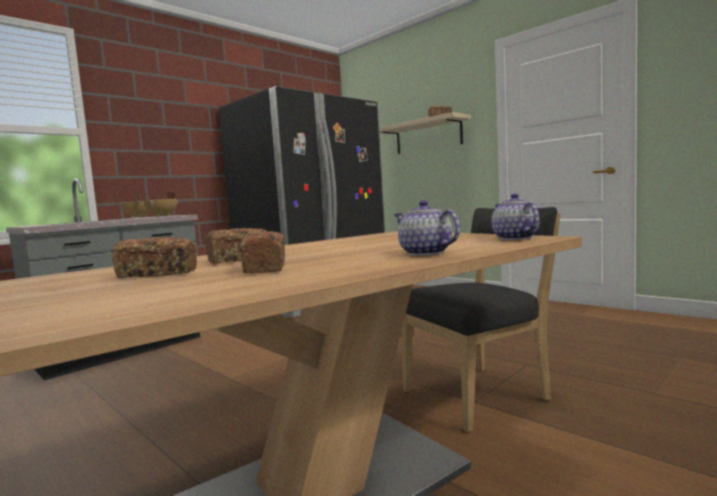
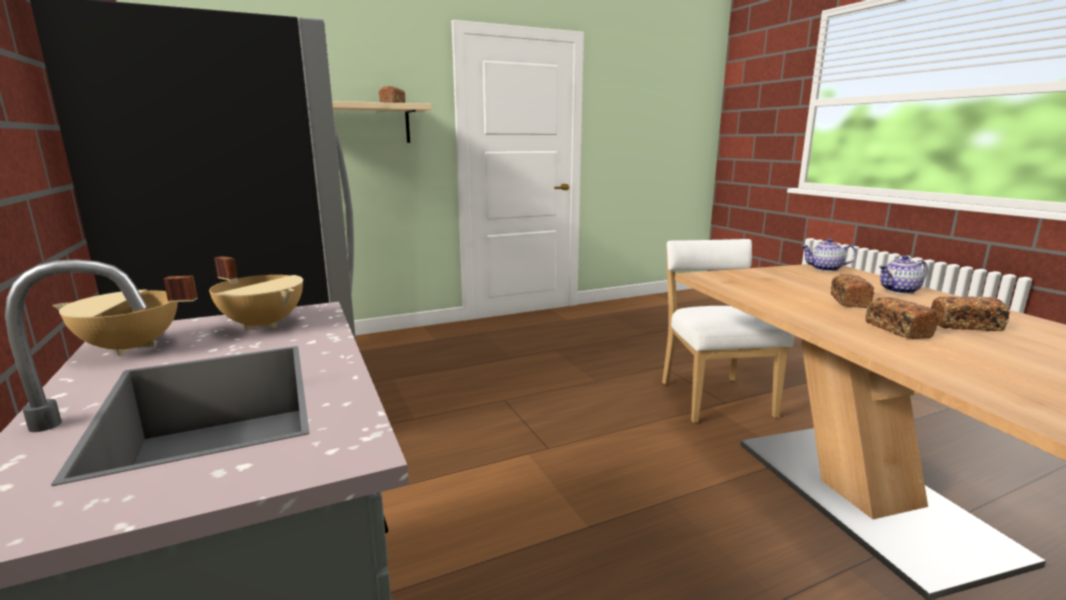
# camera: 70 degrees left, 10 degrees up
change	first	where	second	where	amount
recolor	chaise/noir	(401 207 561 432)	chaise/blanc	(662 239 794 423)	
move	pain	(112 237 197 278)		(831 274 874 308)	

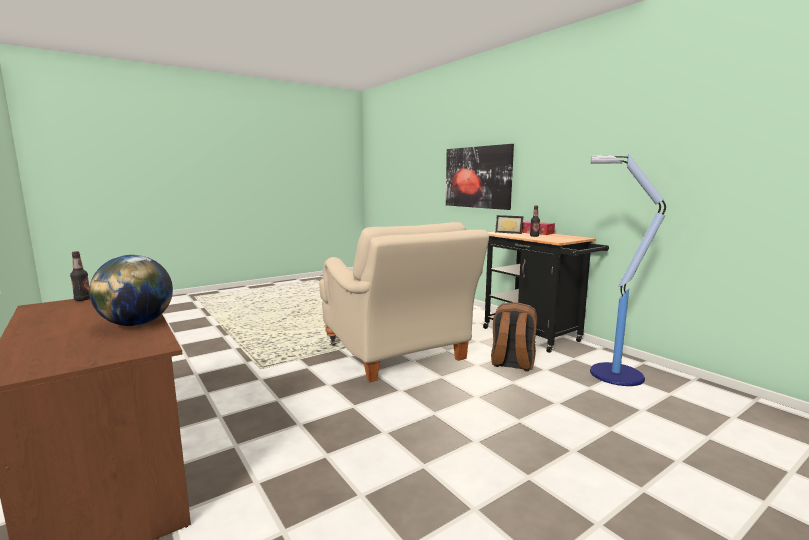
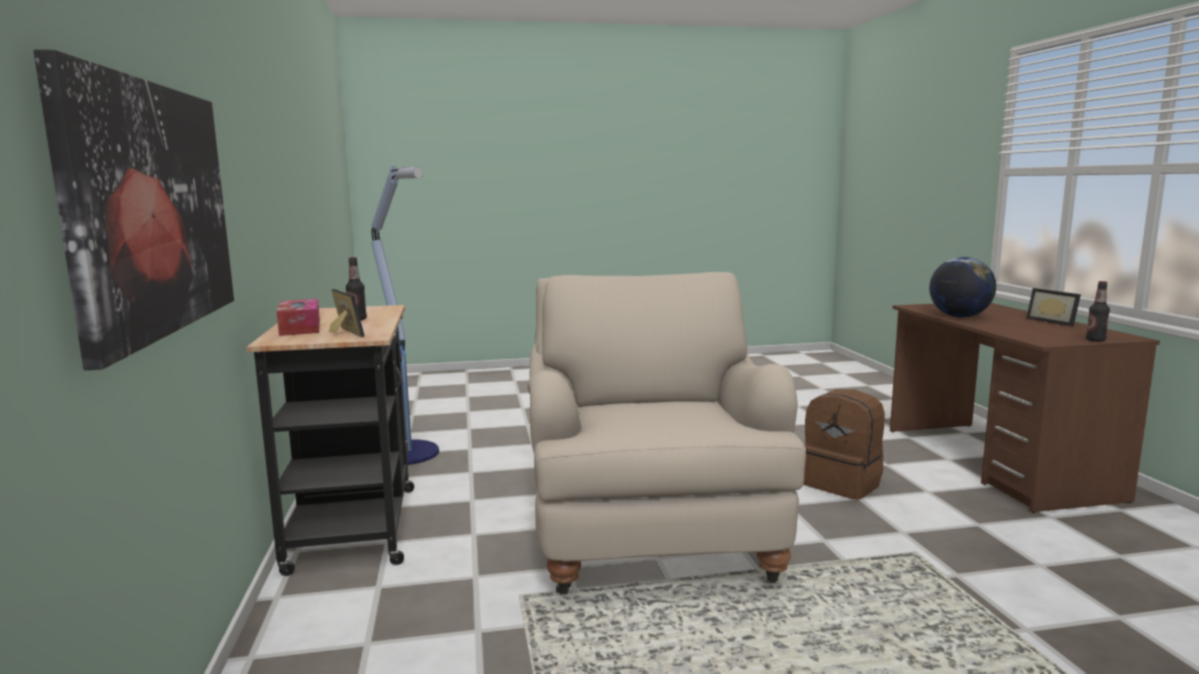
# camera: 155 degrees left, 0 degrees up
change	first	where	second	where	amount
move	sac à dos/marron	(491 302 537 372)		(803 389 885 500)	
insert			cadre photo	(1026 288 1081 327)	

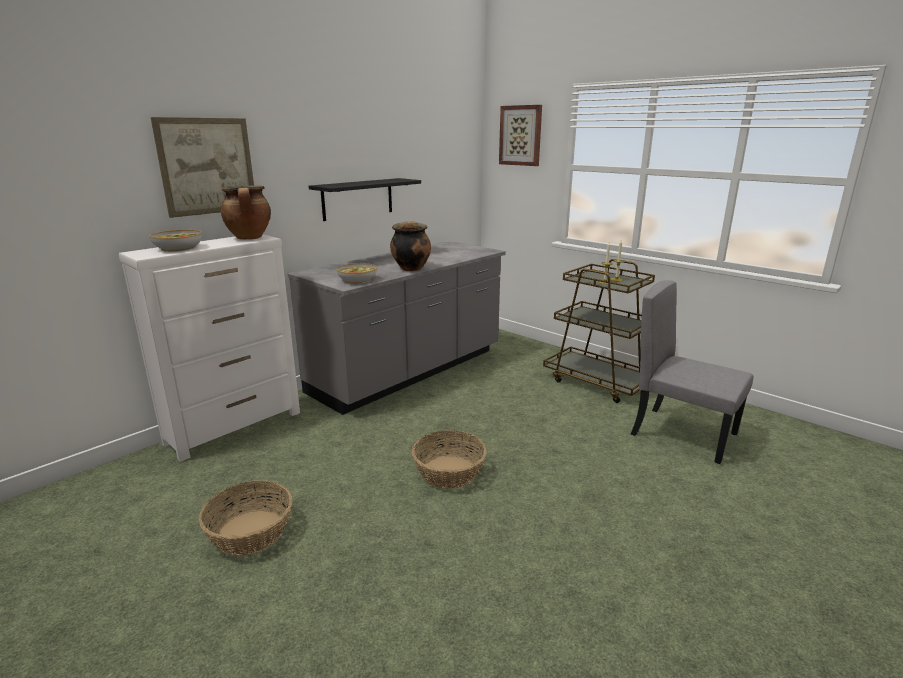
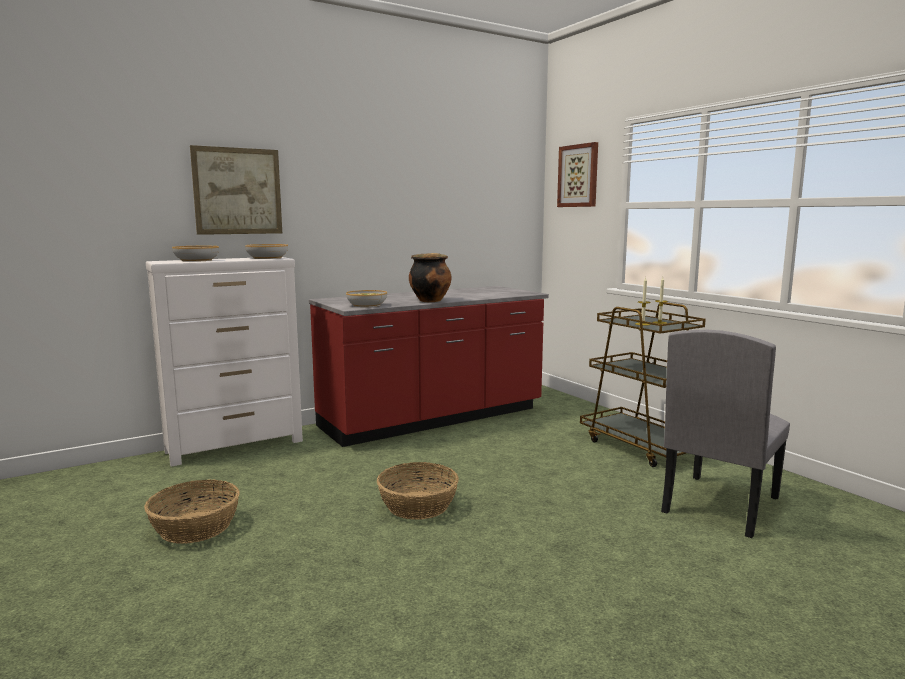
# camera: 15 degrees right, 10 degrees down
change	first	where	second	where	amount
replace	marmite	(221 186 271 240)	bol	(245 244 288 259)	
recolor	comptoir de cuisine/gris	(288 241 506 415)	comptoir de cuisine/rouge	(309 286 549 447)	
rotate	chaise/gris	(631 280 753 464)		(661 330 790 538)	105 degrees counterclockwise
delete	étagère/noir	(309 178 421 221)			

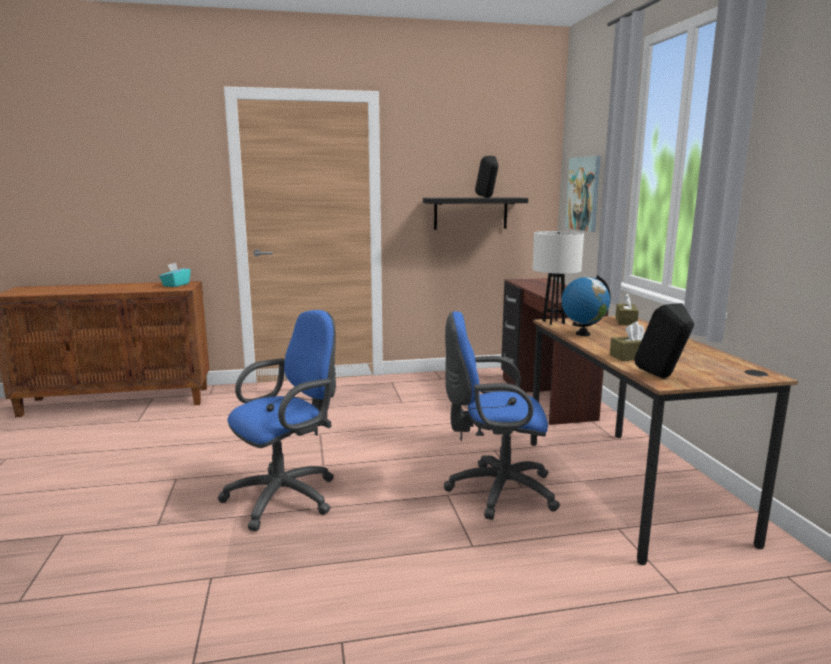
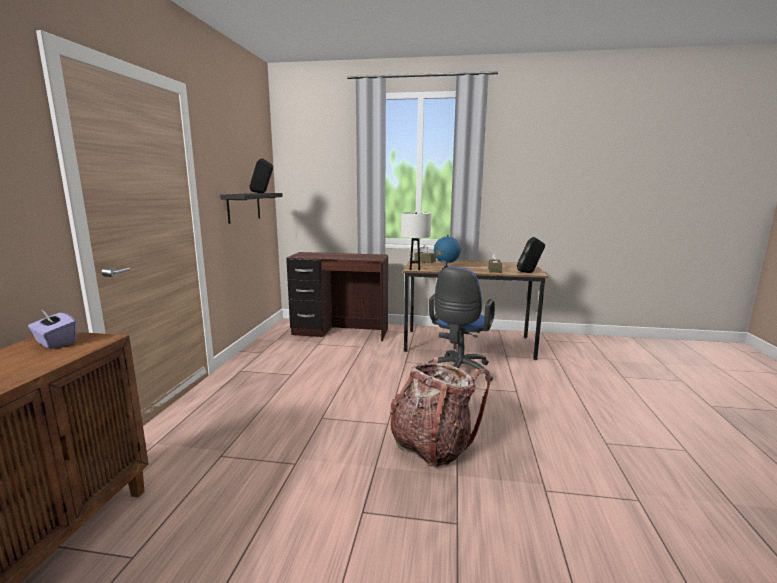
# camera: 70 degrees left, 0 degrees up
change	first	where	second	where	amount
recolor	boîte à mouchoirs/turquoise	(159 263 191 287)	boîte à mouchoirs/violet	(28 308 77 349)	
replace	chaise de bureau/bleu	(218 310 336 531)	sac à dos	(390 356 490 468)	
delete	tableau	(565 156 601 232)			

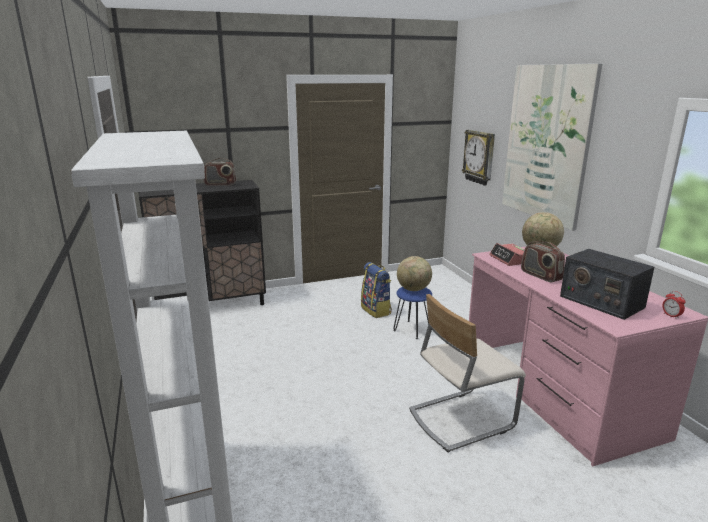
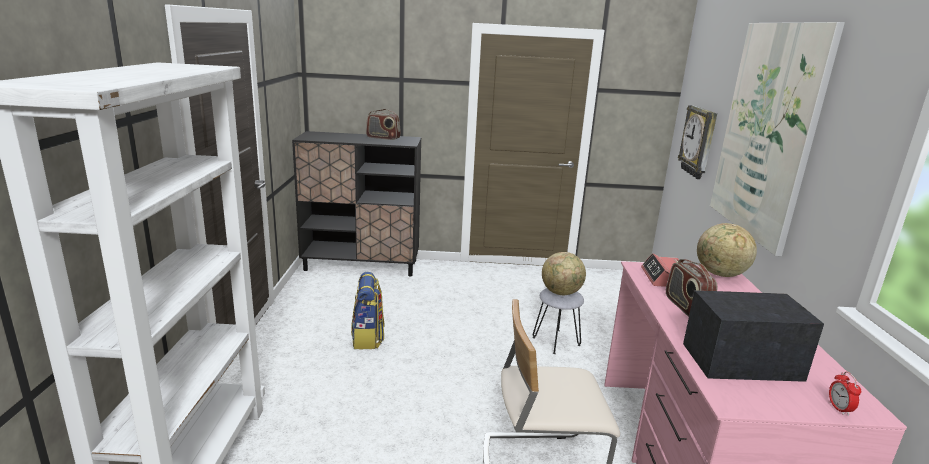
# camera: 20 degrees right, 0 degrees up
change	first	where	second	where	amount
move	sac à dos	(361 262 392 318)		(351 272 384 349)	
recolor	tabouret/bleu	(393 287 432 339)	tabouret/gris	(532 288 584 354)	
rotate	radio	(560 249 654 320)		(683 290 824 382)	105 degrees clockwise

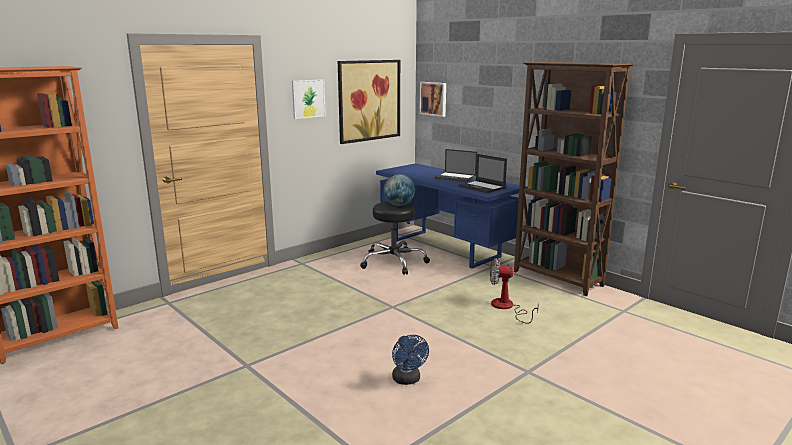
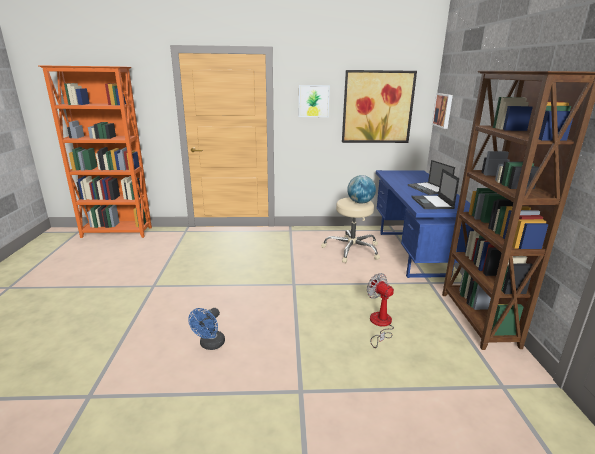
# camera: 40 degrees right, 5 degrees up
change	first	where	second	where	amount
recolor	tabouret/noir	(360 202 430 275)	tabouret/beige	(321 197 380 263)	

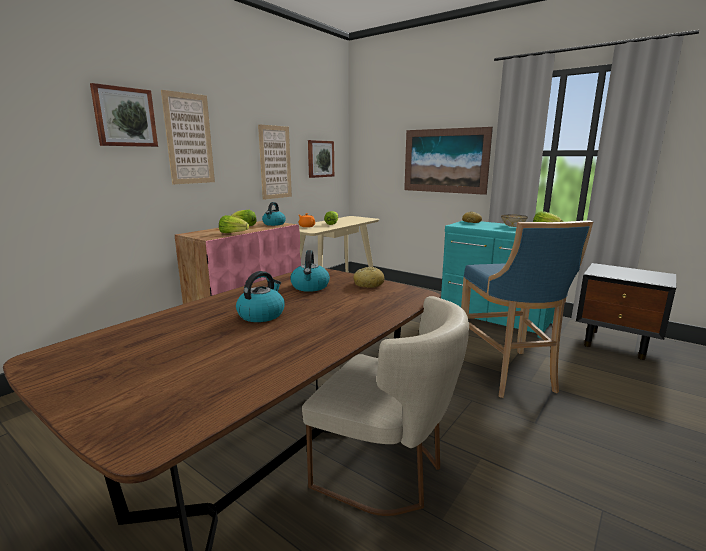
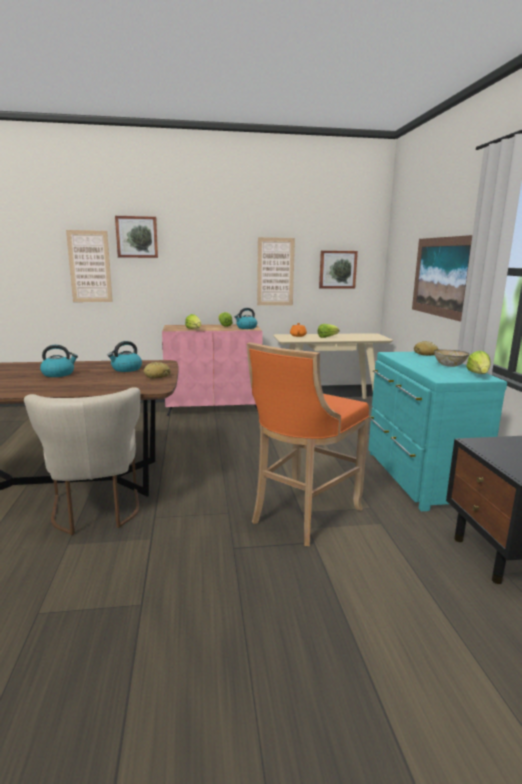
# camera: 45 degrees right, 0 degrees up
change	first	where	second	where	amount
move	tableau	(161 90 215 184)		(66 230 113 302)	
recolor	tabouret/bleu	(461 220 593 398)	tabouret/orange	(247 342 369 546)	

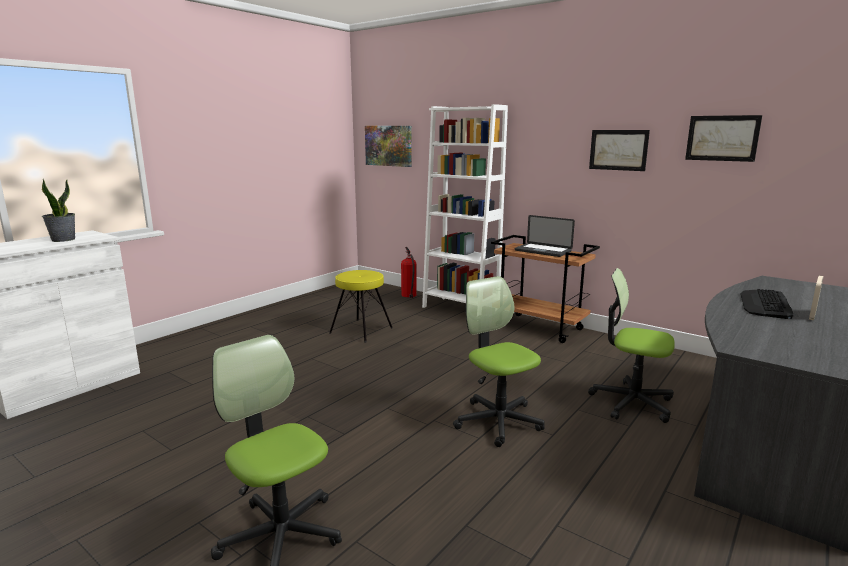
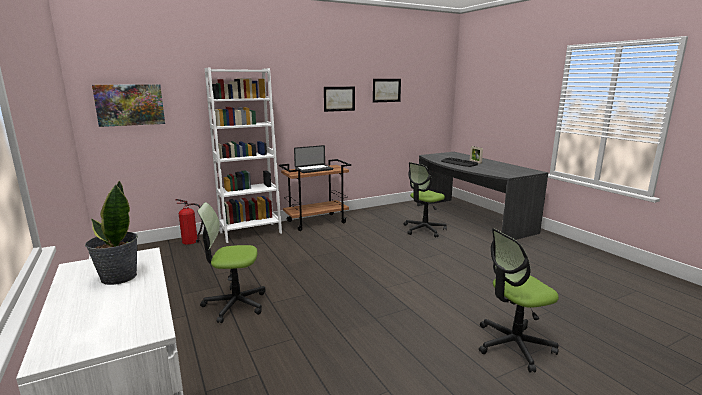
# camera: 65 degrees left, 0 degrees up
change	first	where	second	where	amount
move	chaise de bureau	(453 276 545 447)		(197 202 265 323)	
delete	tabouret/jaune	(329 270 393 343)			

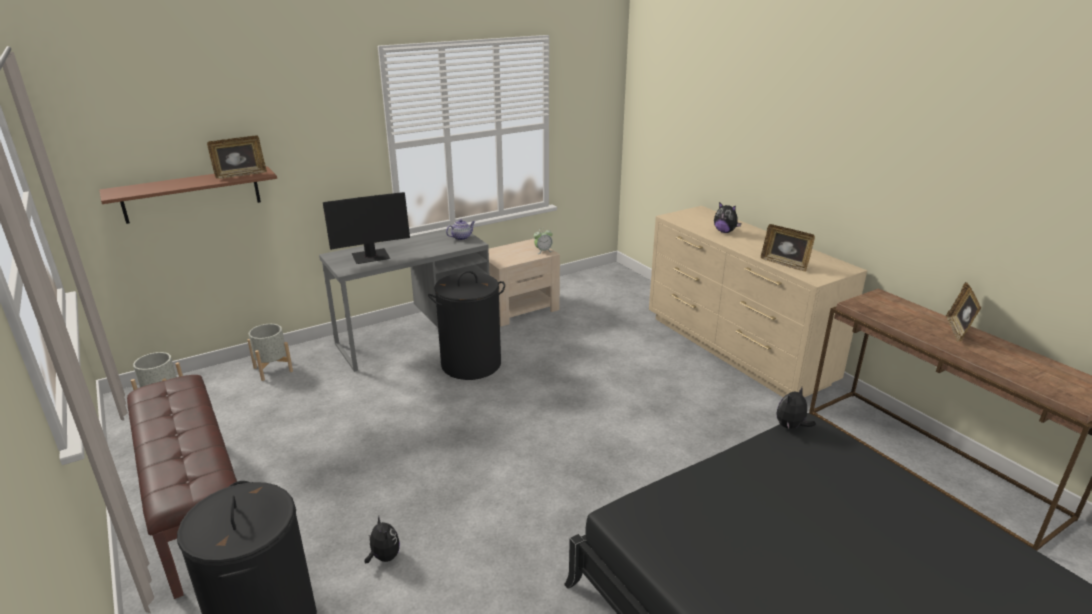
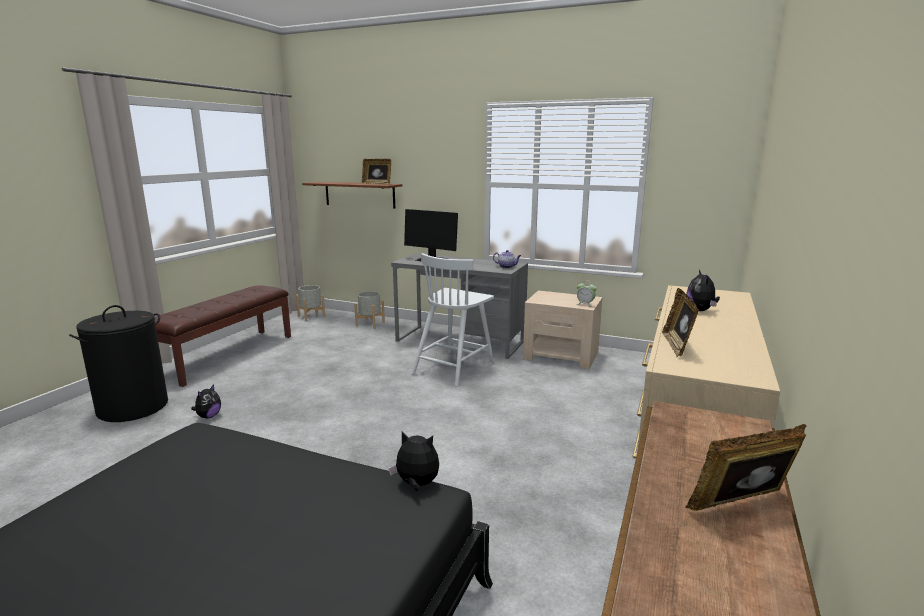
# camera: 55 degrees right, 10 degrees down
change	first	where	second	where	amount
replace	panier à linge/noir	(428 271 505 380)	chaise/blanc	(411 253 494 386)	

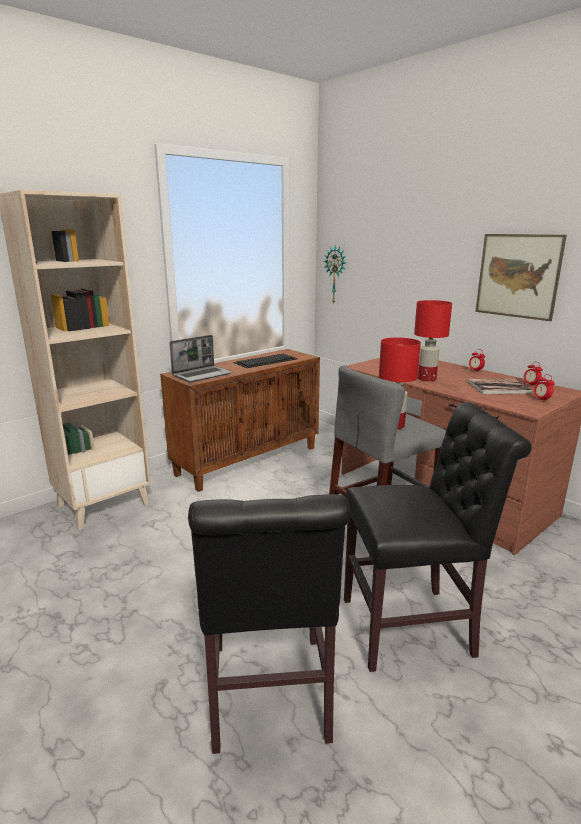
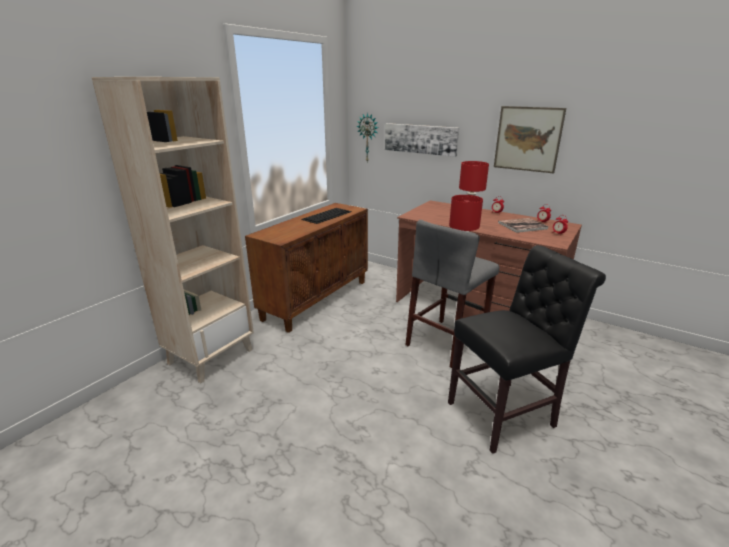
# camera: 15 degrees left, 5 degrees up
change	first	where	second	where	amount
insert			tableau	(385 123 459 157)	
delete	ordinateur portable	(169 335 232 382)			
delete	chaise/noir	(188 494 350 754)			

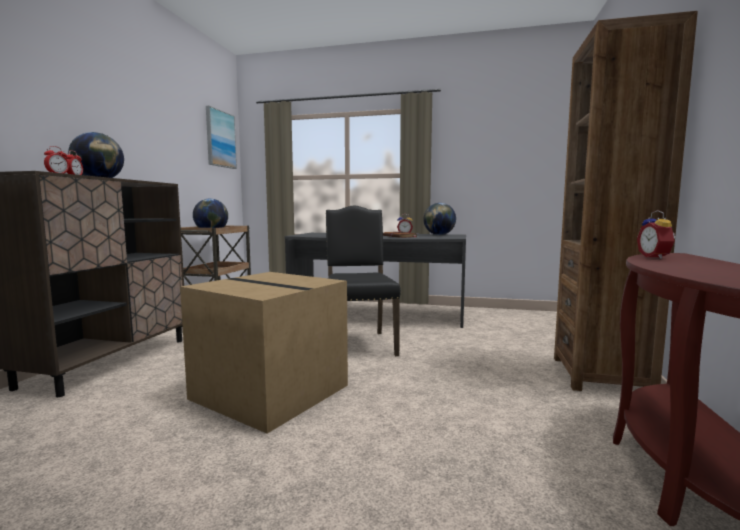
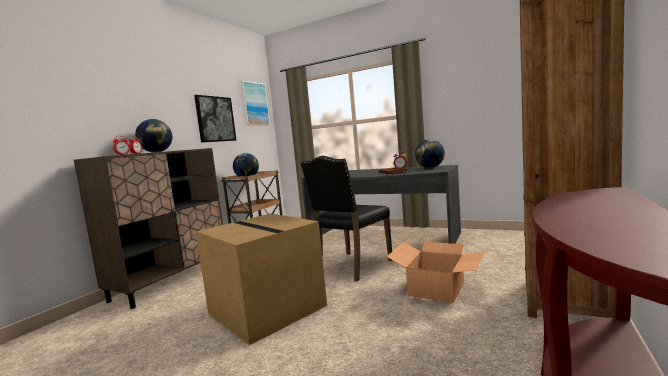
# camera: 15 degrees right, 0 degrees up
change	first	where	second	where	amount
insert			tableau	(194 95 236 143)	
rotate	chaise/noir	(326 205 401 356)		(300 156 392 282)	150 degrees counterclockwise
insert			carton	(387 242 484 303)	
delete	réveil	(637 210 676 259)			

